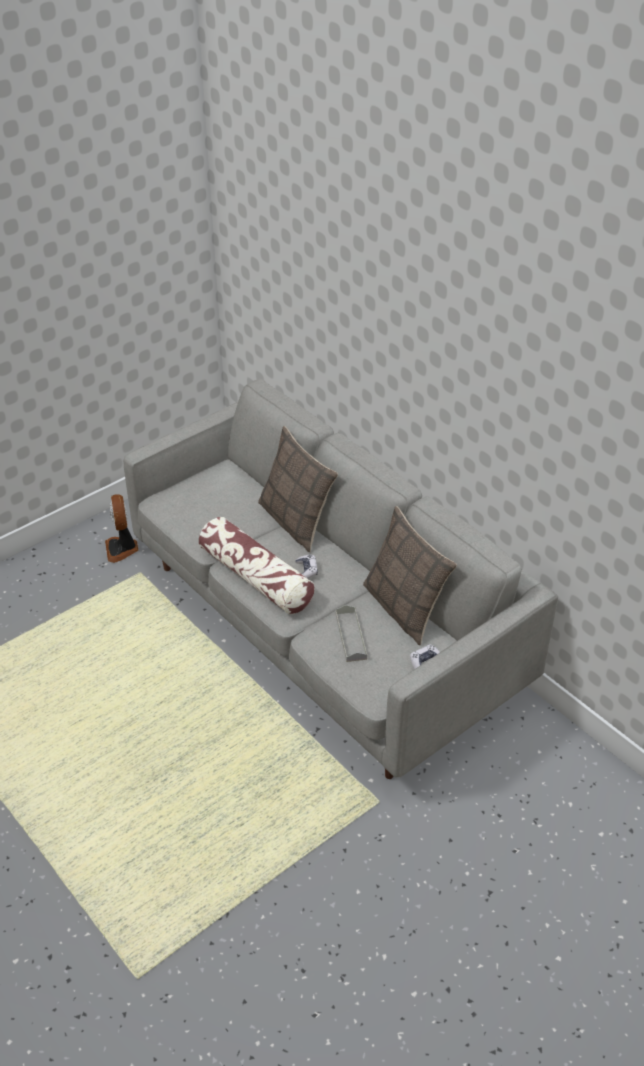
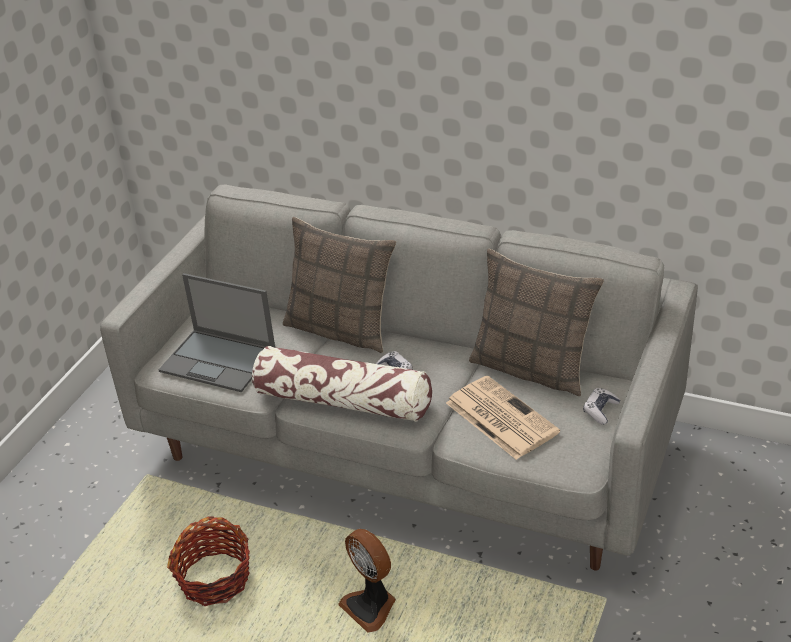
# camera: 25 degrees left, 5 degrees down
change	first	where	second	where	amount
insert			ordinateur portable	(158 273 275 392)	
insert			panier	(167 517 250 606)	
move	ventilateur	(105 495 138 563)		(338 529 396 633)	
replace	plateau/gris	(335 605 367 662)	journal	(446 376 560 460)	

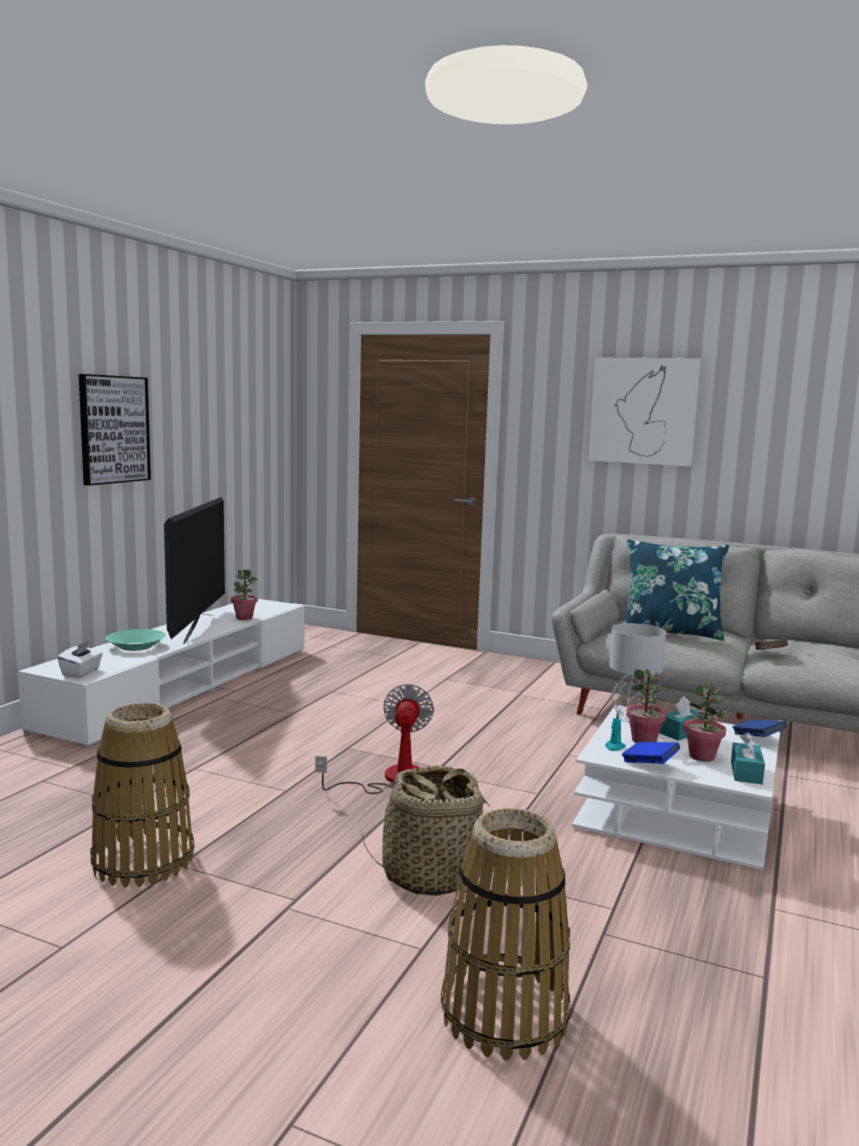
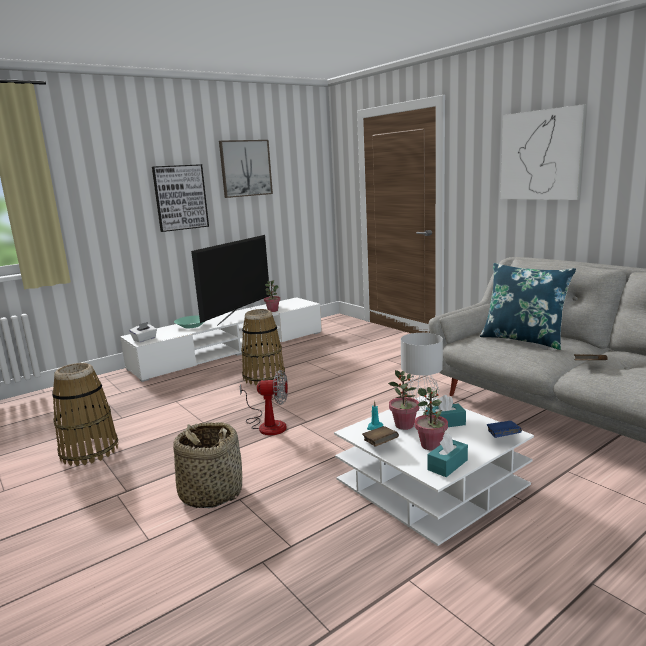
# camera: 30 degrees right, 5 degrees up
change	first	where	second	where	amount
insert			tableau	(219 140 273 198)	
rotate	ventilateur	(315 684 434 794)		(240 370 288 435)	60 degrees clockwise
move	panier	(441 808 570 1060)		(241 309 285 385)	
recolor	livre/bleu	(622 742 680 764)	livre/marron	(362 426 399 447)	

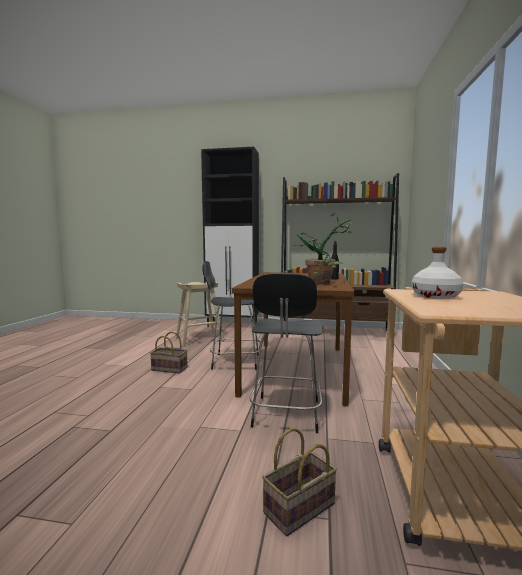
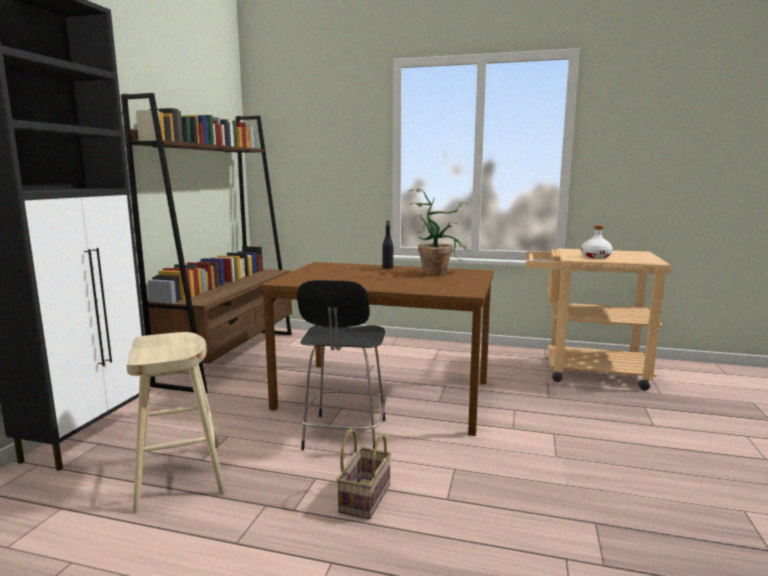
# camera: 85 degrees left, 5 degrees up
change	first	where	second	where	amount
delete	chaise/noir	(249 274 322 433)			
delete	panier	(262 428 337 536)			

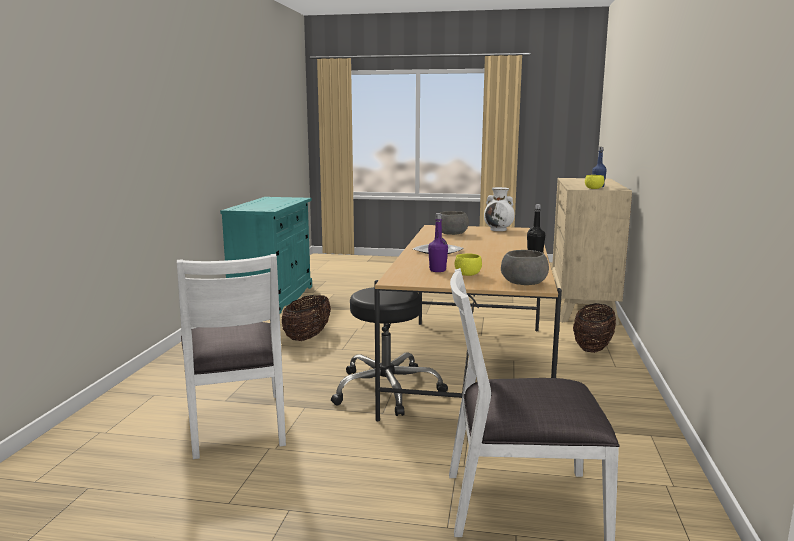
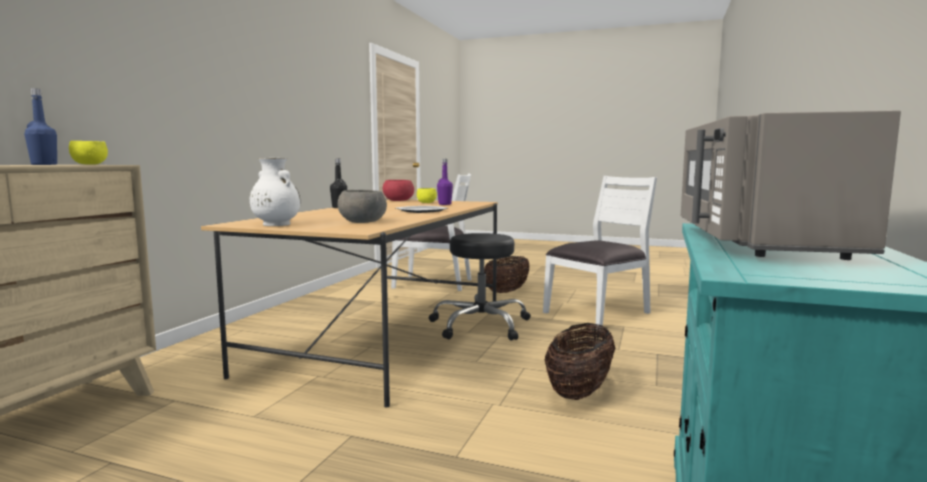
# camera: 170 degrees left, 5 degrees down
change	first	where	second	where	amount
recolor	bol/gris	(501 250 549 285)	bol/rouge	(383 180 414 201)	
move	panier	(573 303 616 353)		(484 256 530 293)	
rotate	chaise/blanc	(177 254 286 459)		(543 176 657 330)	60 degrees clockwise
insert			micro-ondes/gris	(681 110 901 260)	

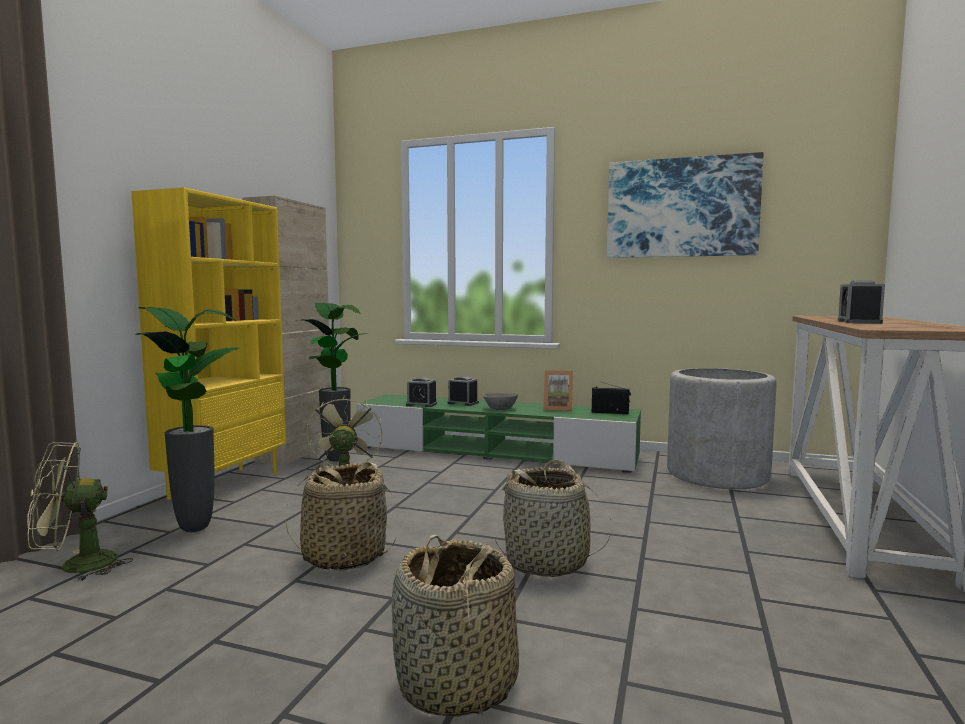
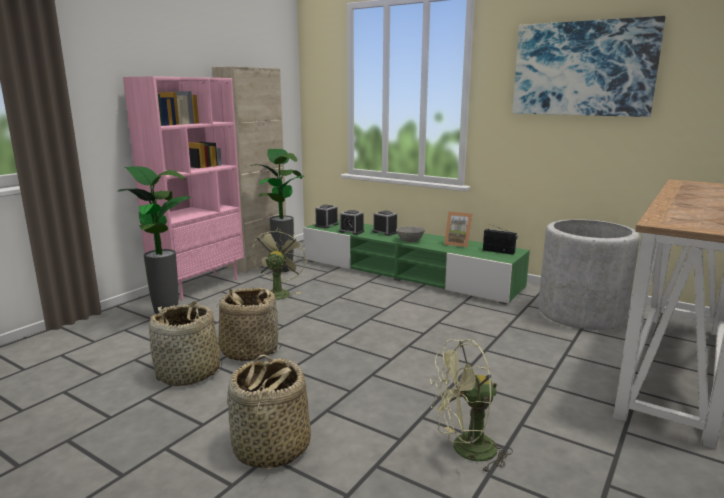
# camera: 15 degrees right, 10 degrees up
change	first	where	second	where	amount
recolor	bibliothèque/jaune	(131 187 286 500)	bibliothèque/rose	(123 76 244 301)	
move	panier	(494 459 611 577)		(149 301 222 386)	
move	réveil	(838 280 885 324)		(315 205 338 229)	
move	ventilateur/vert	(27 442 133 582)		(430 339 513 474)	

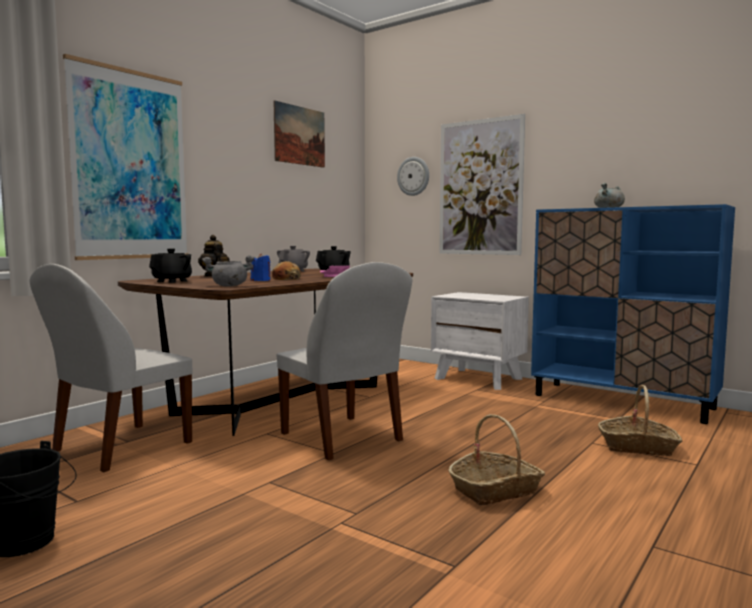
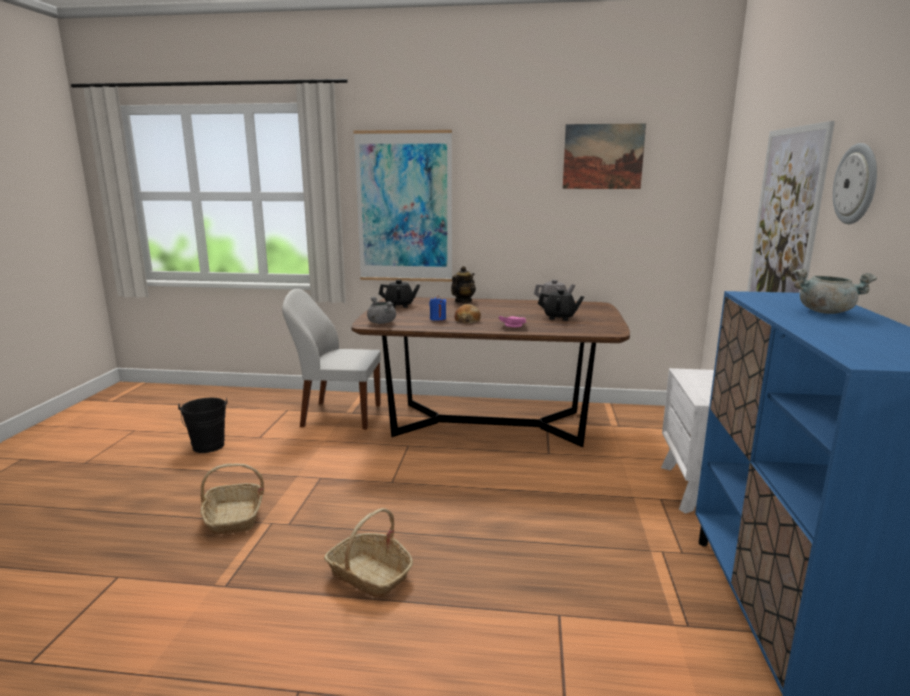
# camera: 60 degrees right, 10 degrees up
change	first	where	second	where	amount
move	panier	(598 385 683 456)		(200 463 264 535)	
move	horloge murale	(397 157 429 196)		(833 143 877 224)	
delete	chaise/blanc	(277 262 412 460)			

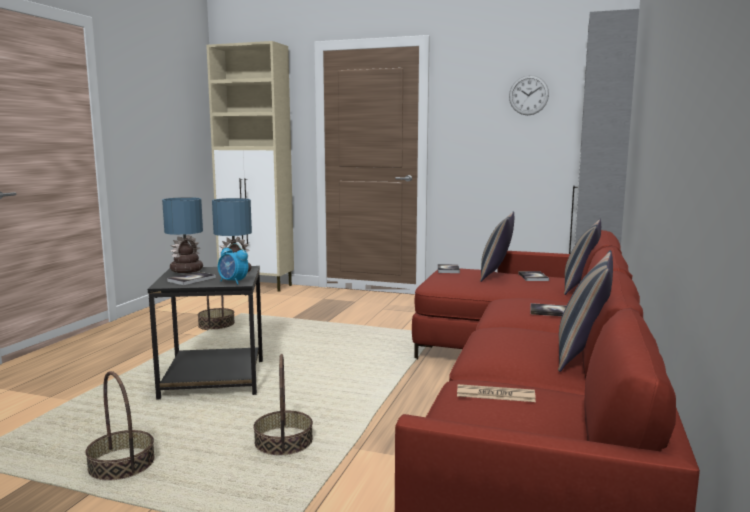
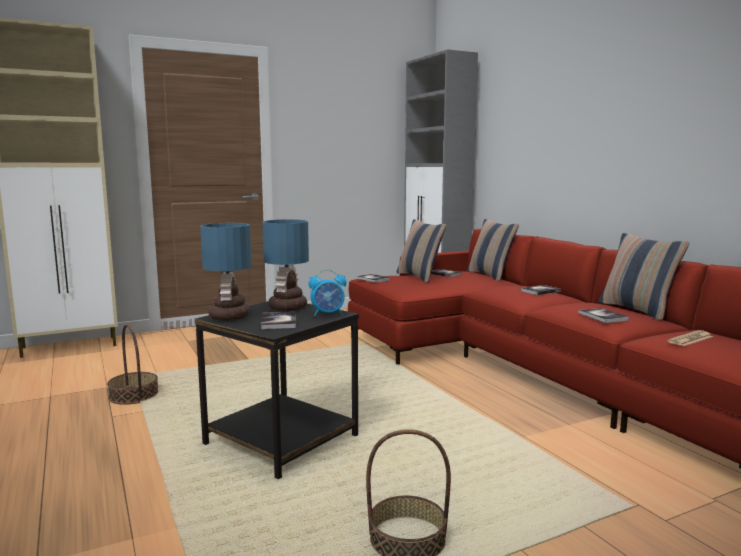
# camera: 45 degrees left, 0 degrees up
change	first	where	second	where	amount
insert			livre	(579 308 629 323)	
delete	panier	(253 354 313 455)			
delete	horloge murale	(509 75 549 115)			

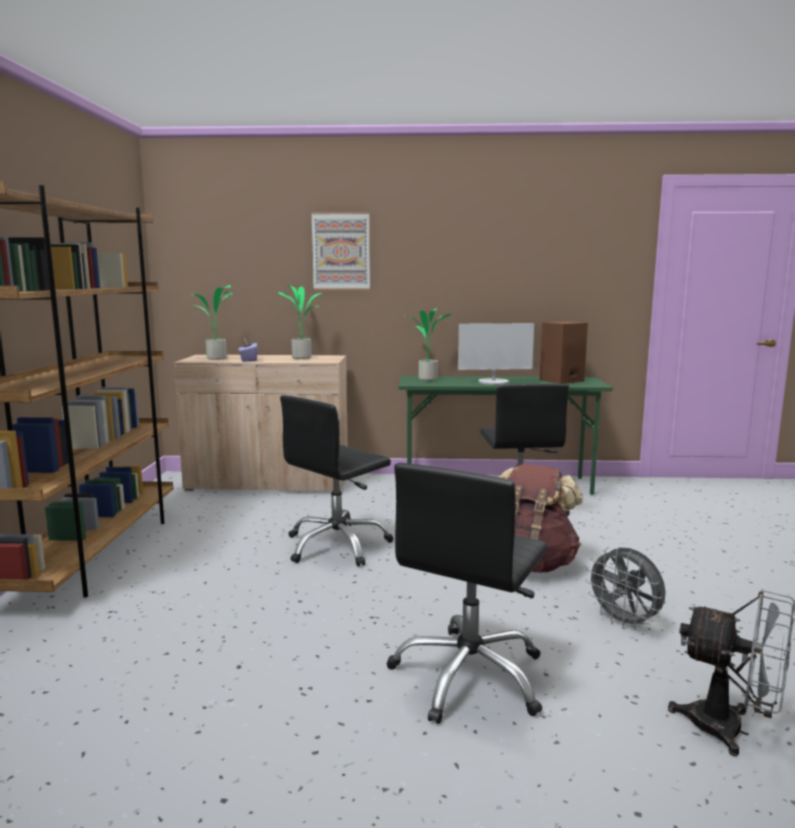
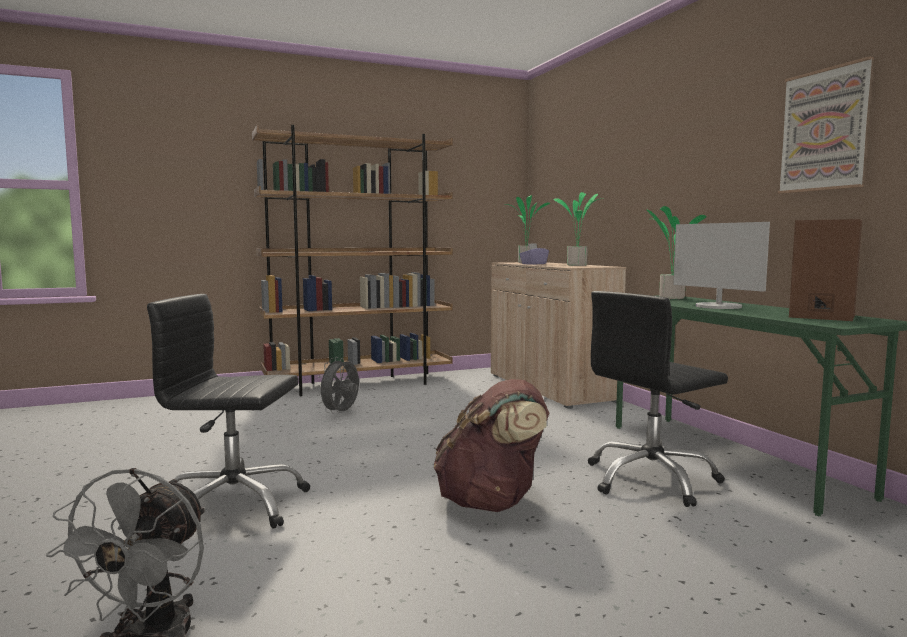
# camera: 65 degrees right, 5 degrees down
change	first	where	second	where	amount
move	ventilateur/gris	(585 547 665 630)		(316 357 359 414)	
move	tableau	(311 212 370 290)		(778 56 874 194)	
delete	chaise de bureau/noir	(280 395 394 566)			

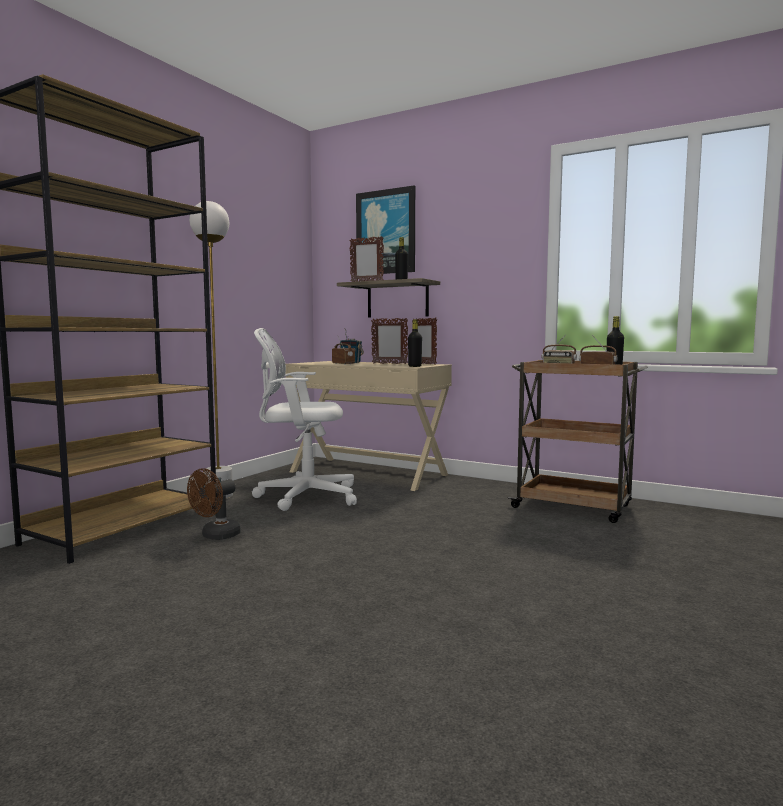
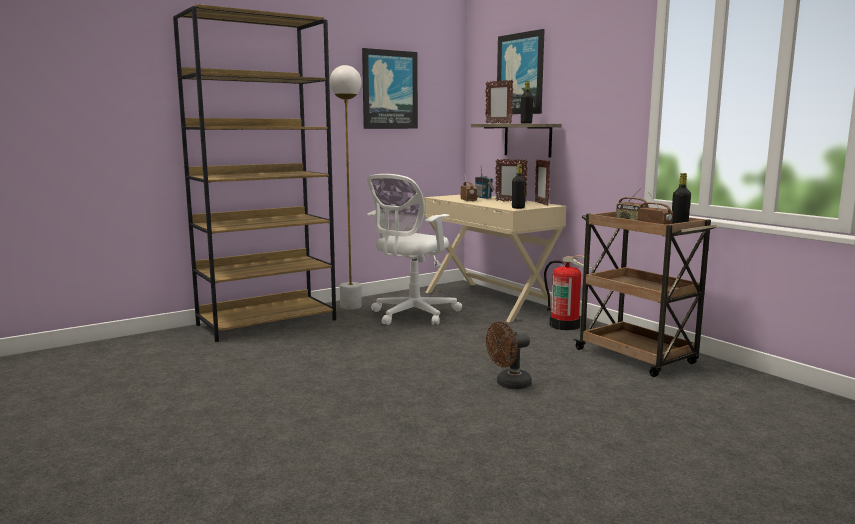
# camera: 25 degrees right, 5 degrees up
change	first	where	second	where	amount
insert			tableau	(362 48 418 129)	
rotate	chaise de bureau/blanc	(252 328 357 511)		(367 174 462 325)	75 degrees counterclockwise
move	ventilateur/marron	(187 468 241 540)		(486 322 532 389)	
insert			extincteur	(544 255 593 330)	

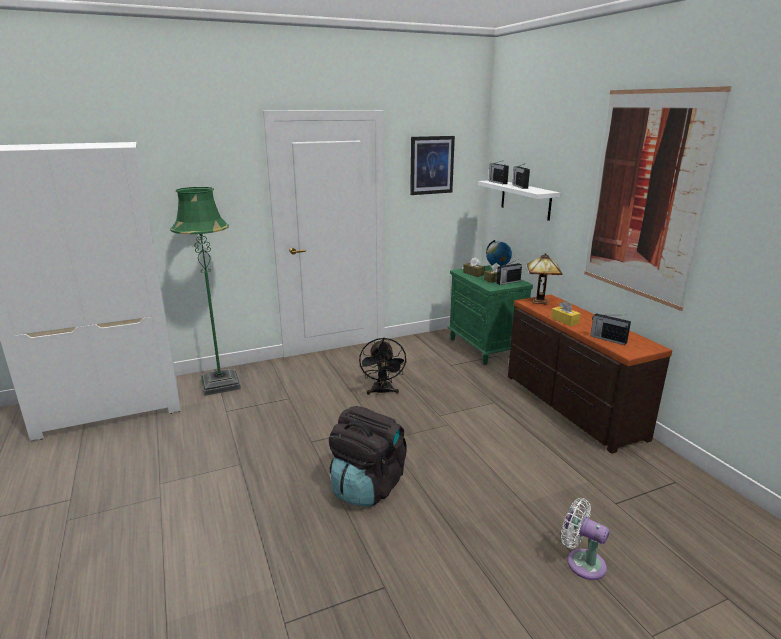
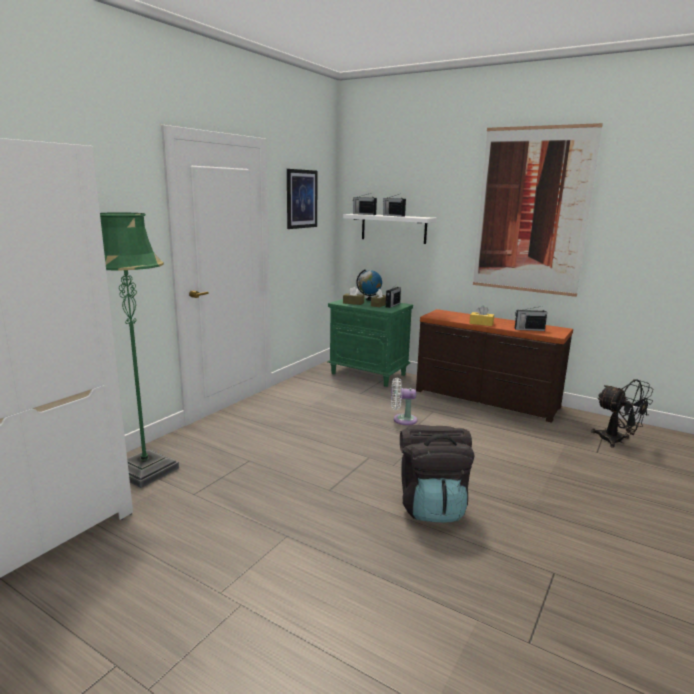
# camera: 35 degrees left, 5 degrees down
change	first	where	second	where	amount
move	ventilateur/blanc	(561 498 610 580)		(391 378 417 425)	
move	ventilateur/noir	(359 338 407 395)		(591 379 653 448)	
delete	lampe de table	(527 253 562 304)			

